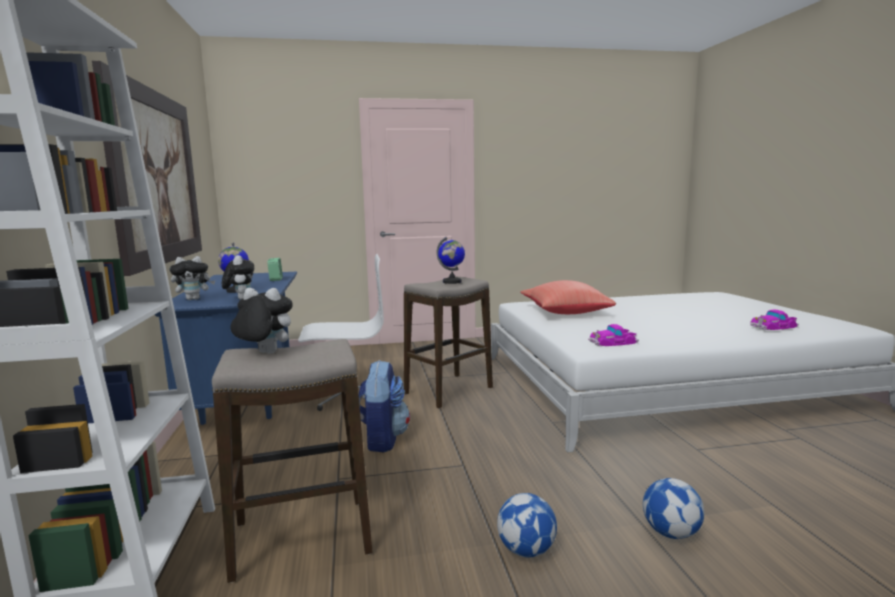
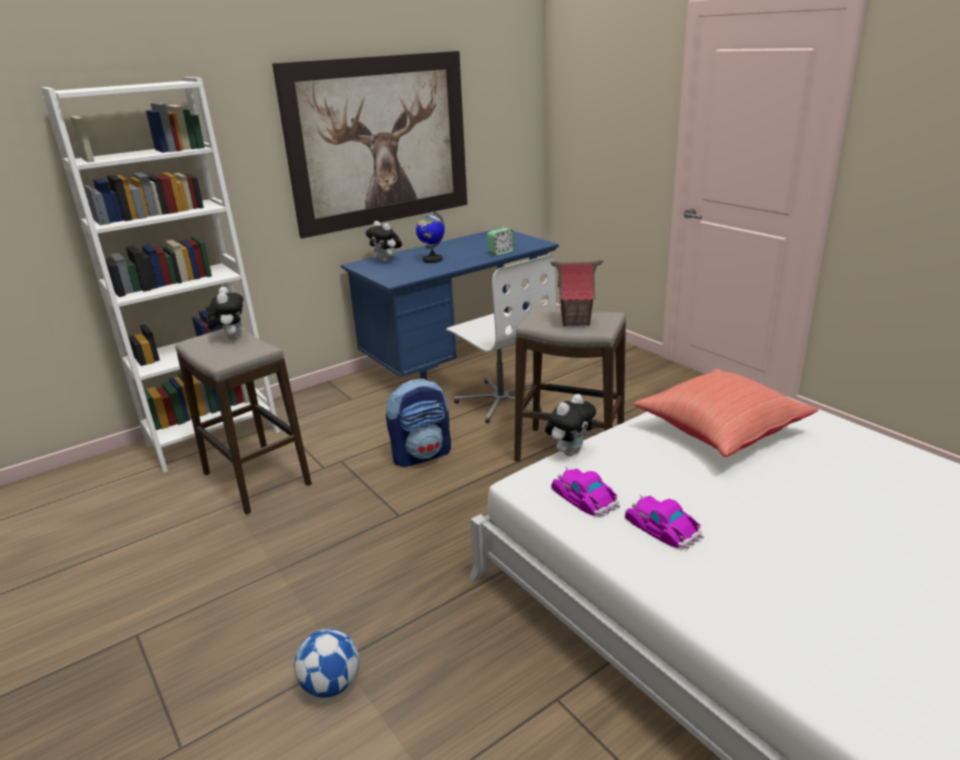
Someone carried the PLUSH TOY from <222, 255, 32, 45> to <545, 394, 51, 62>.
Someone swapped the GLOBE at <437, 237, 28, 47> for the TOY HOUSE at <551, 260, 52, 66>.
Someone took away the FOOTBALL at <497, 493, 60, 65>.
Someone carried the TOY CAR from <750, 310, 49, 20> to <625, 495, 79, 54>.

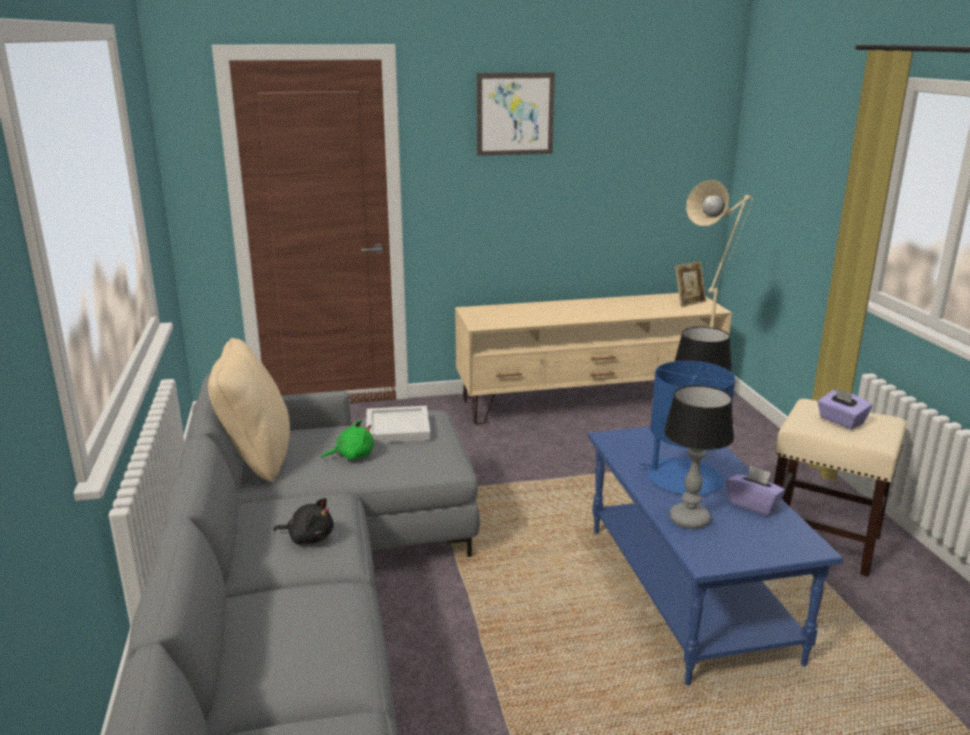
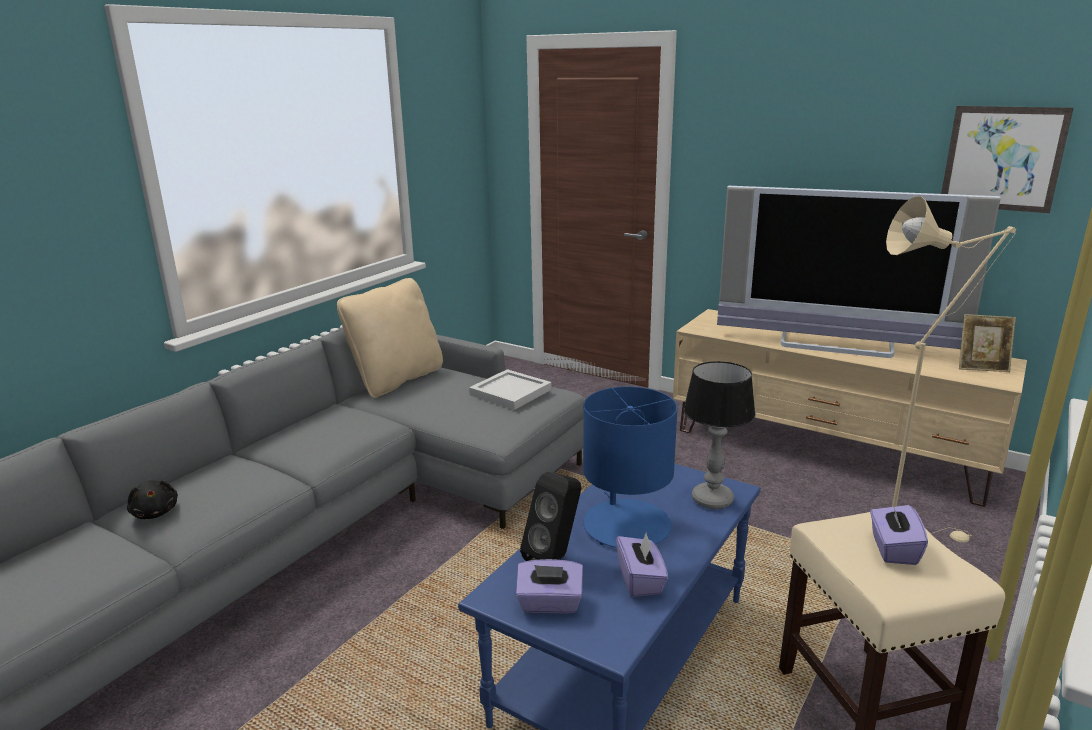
Someone carried the BLACK PLUSH TOY from <273, 498, 61, 46> to <127, 480, 51, 39>.
Someone took away the GREEN PLUSH TOY at <321, 420, 53, 40>.
Someone carried the PICTURE from <477, 73, 78, 83> to <941, 106, 133, 107>.
Someone swapped the TABLE LAMP at <664, 385, 70, 144> for the BLACK SPEAKER at <520, 472, 61, 89>.
Someone put down the PURPLE TISSUE BOX at <516, 559, 67, 55>.
Someone put down the TELEVISION at <717, 186, 284, 172>.

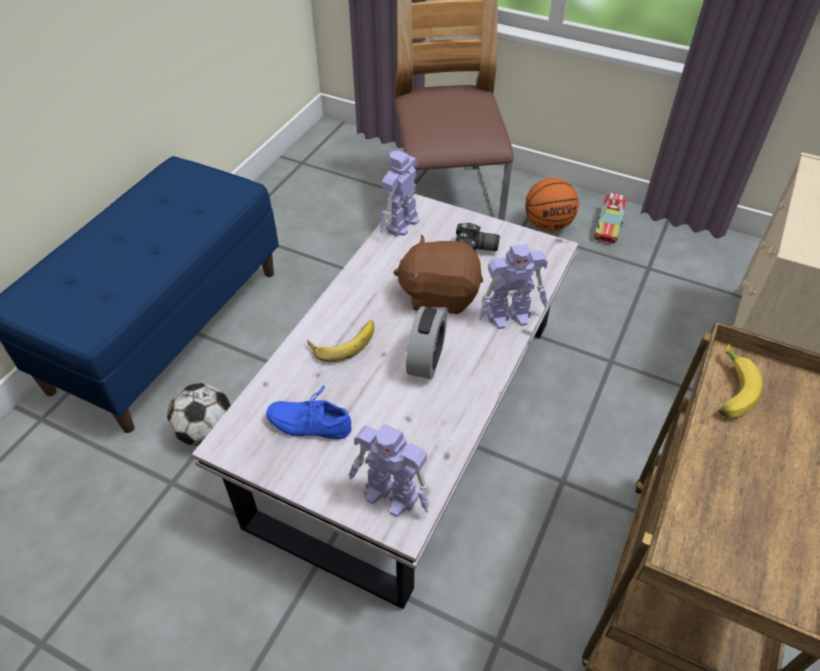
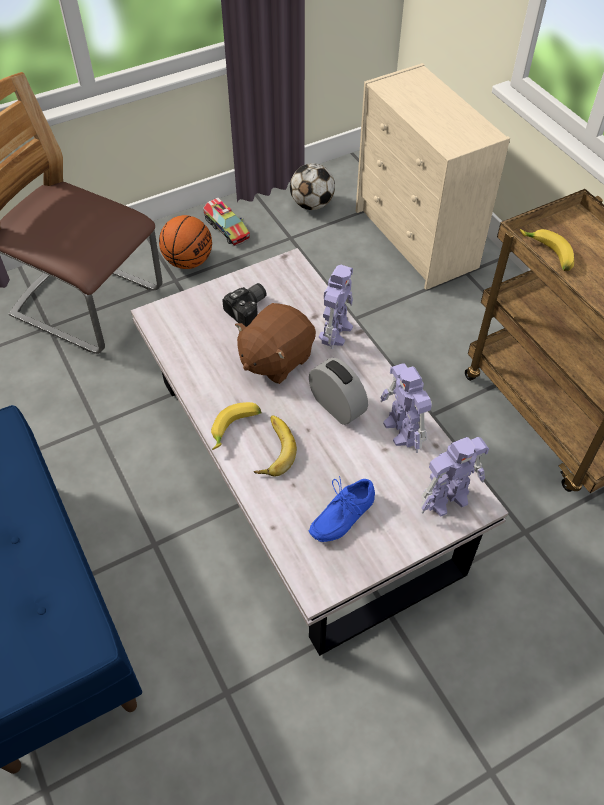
Someone carried the FOOTBALL from <167, 383, 64, 63> to <290, 163, 45, 47>.
Someone carried the TOY ROBOT from <380, 151, 39, 85> to <380, 363, 52, 90>.
Someone put down the BANANA at <211, 402, 51, 48>.

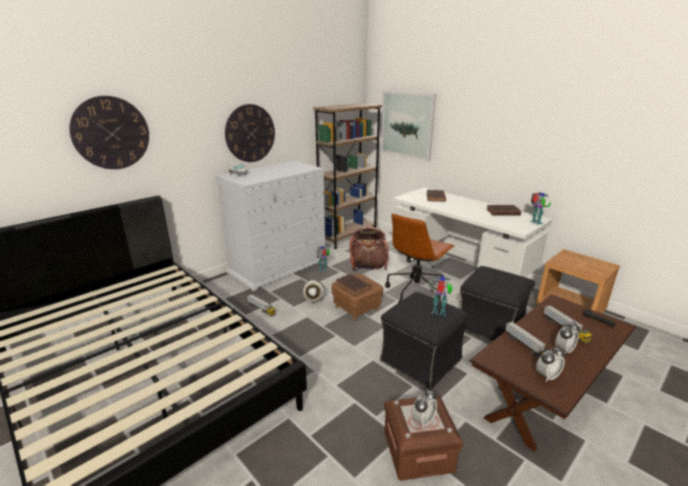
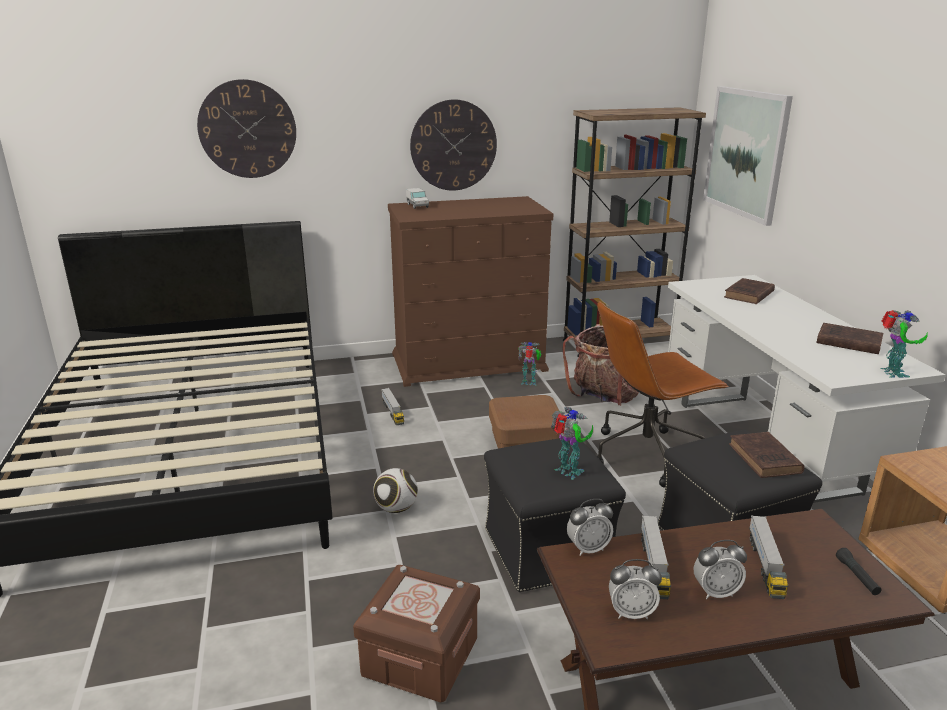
Someone repainted the WHITE DRESSER at <216, 161, 111, 130>, which became the BROWN DRESSER at <388, 196, 165, 191>.
Someone carried the FOOTBALL from <303, 280, 22, 22> to <373, 468, 45, 45>.
Someone carried the BROWN BOOK from <336, 274, 35, 22> to <729, 432, 75, 46>.
Someone carried the ALARM CLOCK from <411, 389, 26, 40> to <567, 499, 46, 57>.

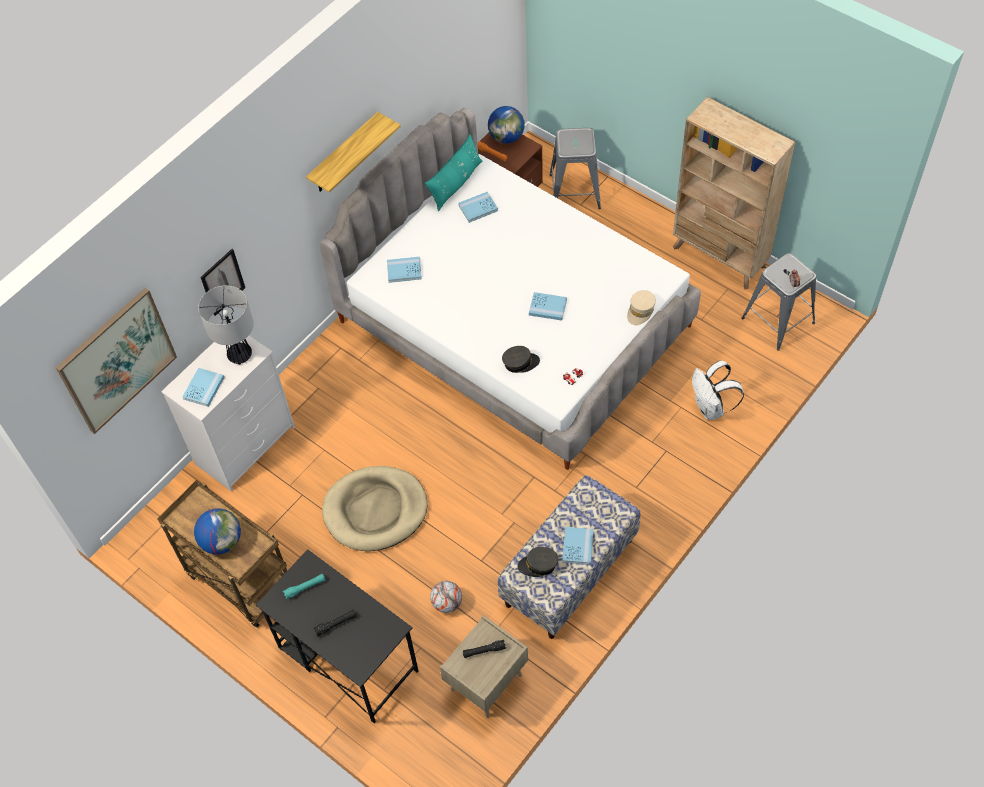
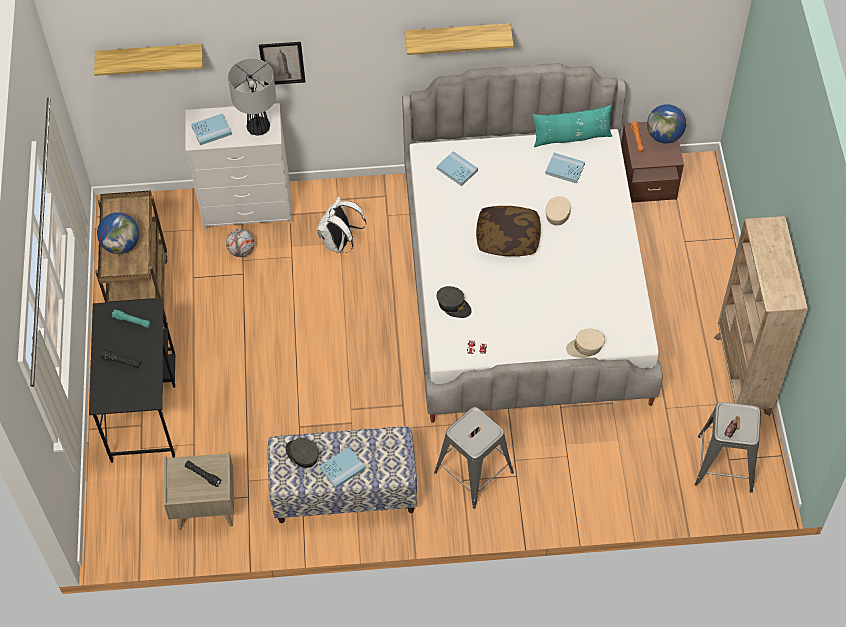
Someone swapped the PICTURE at <56, 288, 121, 146> for the SHELF at <94, 43, 109, 33>.
Someone took away the BEIGE DOG BED at <322, 466, 105, 85>.
Someone carried the FOOTBALL from <430, 581, 32, 32> to <226, 229, 29, 28>.
Someone took away the BLUE BOOK at <529, 292, 38, 29>.
Someone carried the GREY STOOL from <549, 128, 52, 81> to <434, 407, 80, 101>.
Someone carried the WHITE BACKPACK from <692, 360, 52, 60> to <317, 196, 49, 57>.
Someone put down the PILLOW at <476, 206, 65, 50>.
Someone put down the BEIGE CAP at <546, 196, 25, 30>.

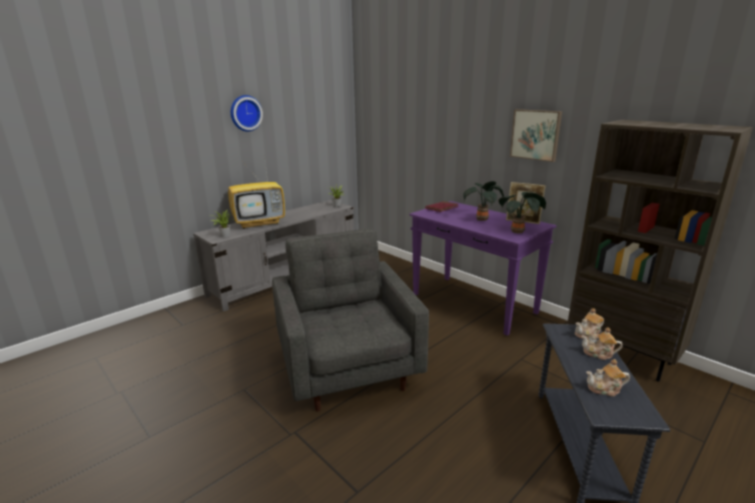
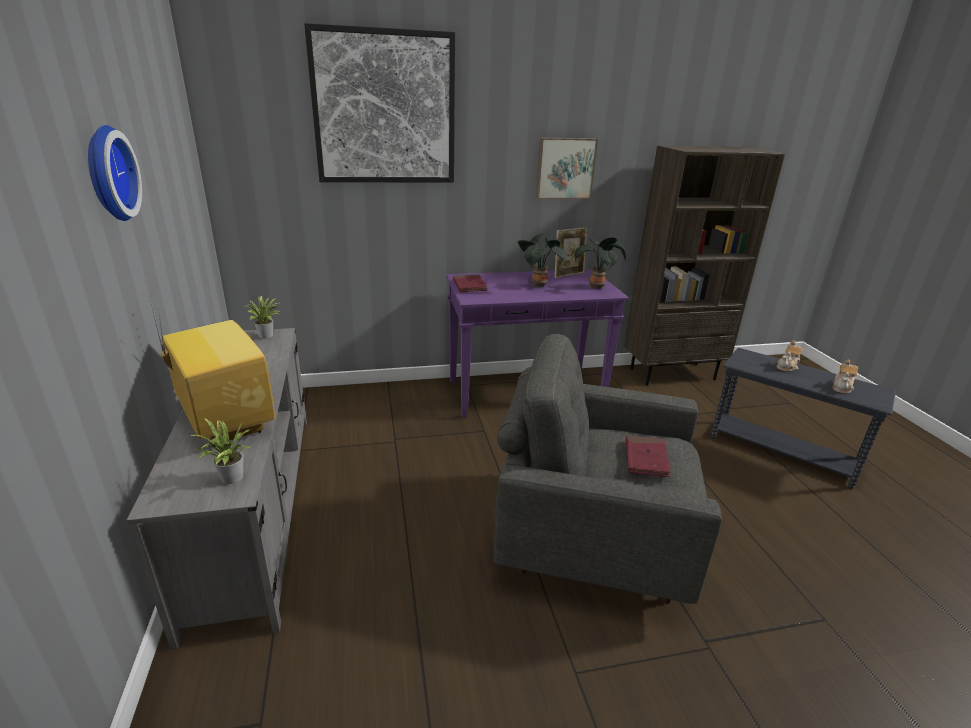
Someone rotated the TELEVISION at <228, 154, 57, 75> by 45 degrees counterclockwise.
Someone took away the TEAPOT at <575, 308, 29, 31>.
Someone put up the PICTURE at <304, 23, 151, 160>.
Someone put down the RED BOOK at <626, 435, 45, 42>.

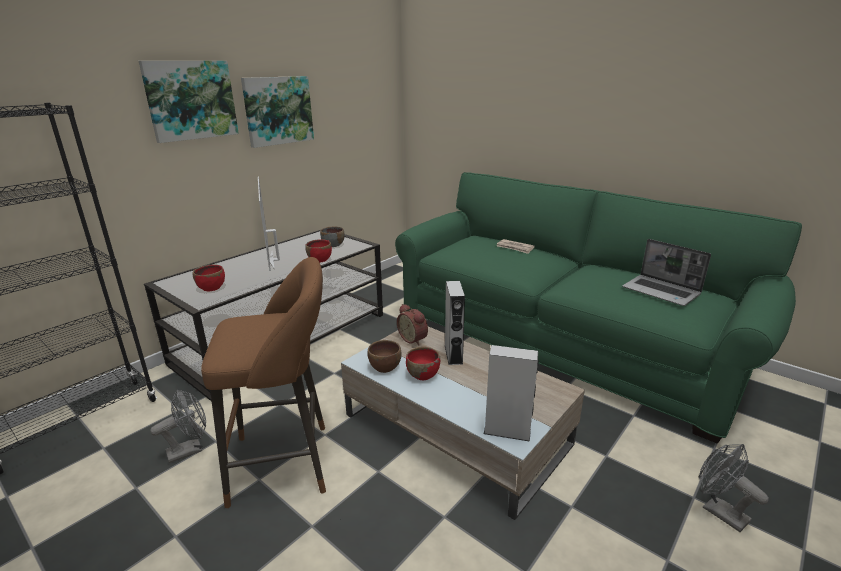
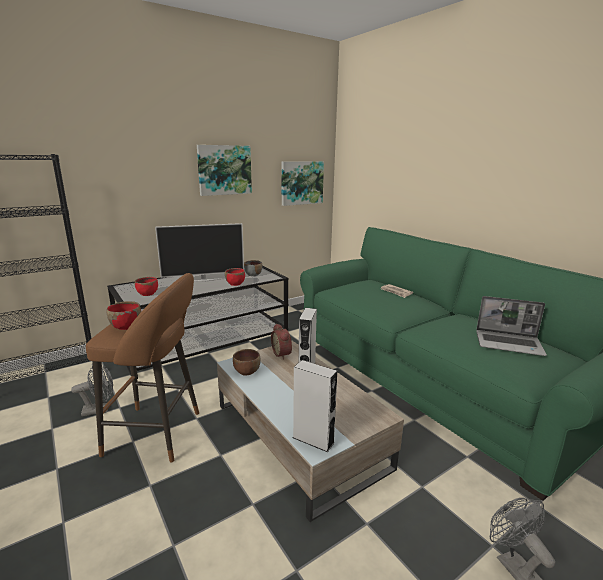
Someone carried the PICTURE from <139, 61, 100, 82> to <282, 161, 42, 45>.
Someone rotated the TELEVISION at <258, 177, 22, 94> by 105 degrees counterclockwise.
Someone carried the RED BOWL from <406, 347, 34, 33> to <106, 301, 35, 29>.
Someone rotated the LAPTOP at <622, 239, 89, 67> by 45 degrees counterclockwise.

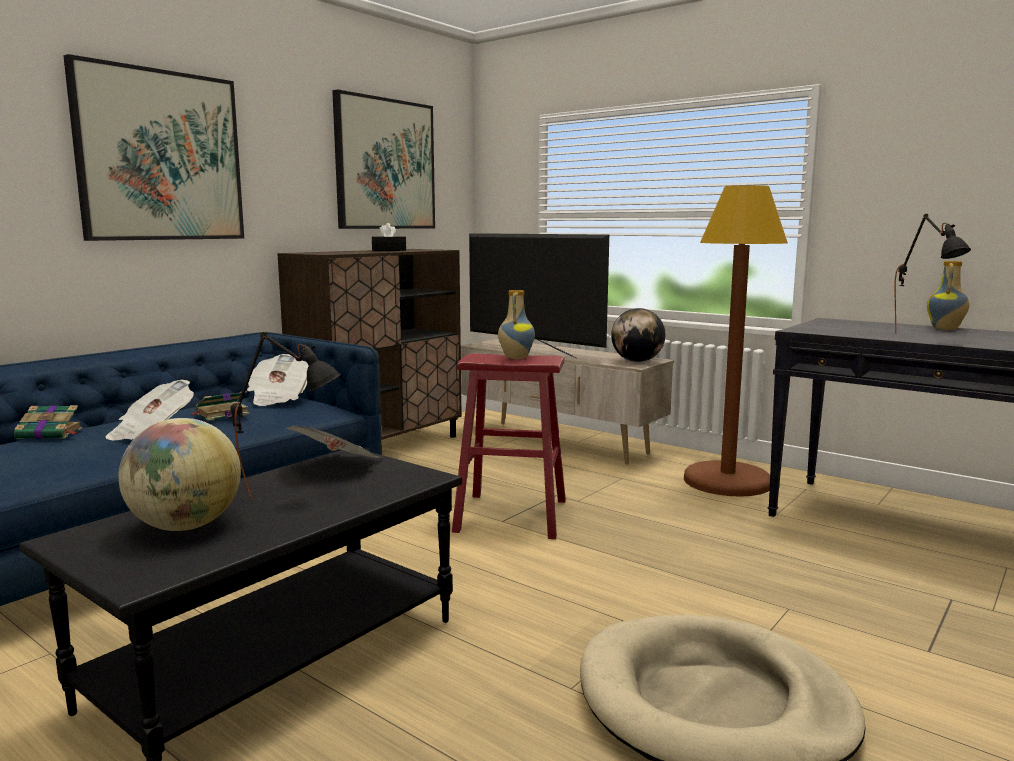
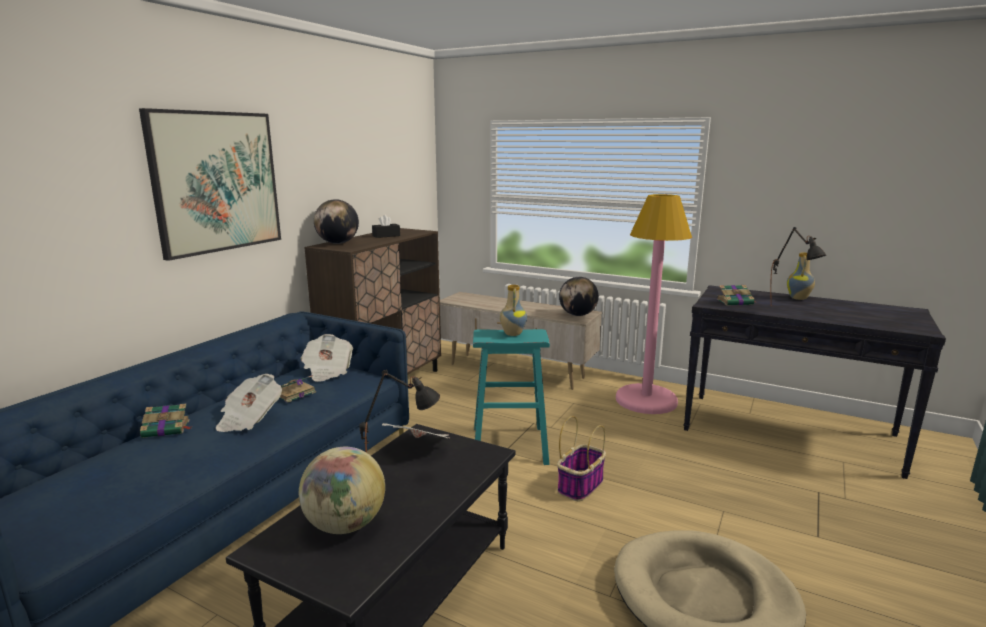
Someone took away the PICTURE at <332, 89, 103, 140>.
Someone repainted the RED STOOL at <452, 353, 114, 186>, which became the TURQUOISE STOOL at <473, 329, 77, 136>.
Someone took away the TELEVISION at <469, 233, 140, 125>.
Someone repainted the BROWN FLOOR LAMP at <684, 185, 104, 312>, which became the PINK FLOOR LAMP at <616, 194, 76, 220>.
Someone put down the GLOBE at <314, 199, 45, 45>.
Someone put down the BASKET at <557, 416, 49, 85>.
Someone put down the BOOK at <717, 285, 38, 20>.

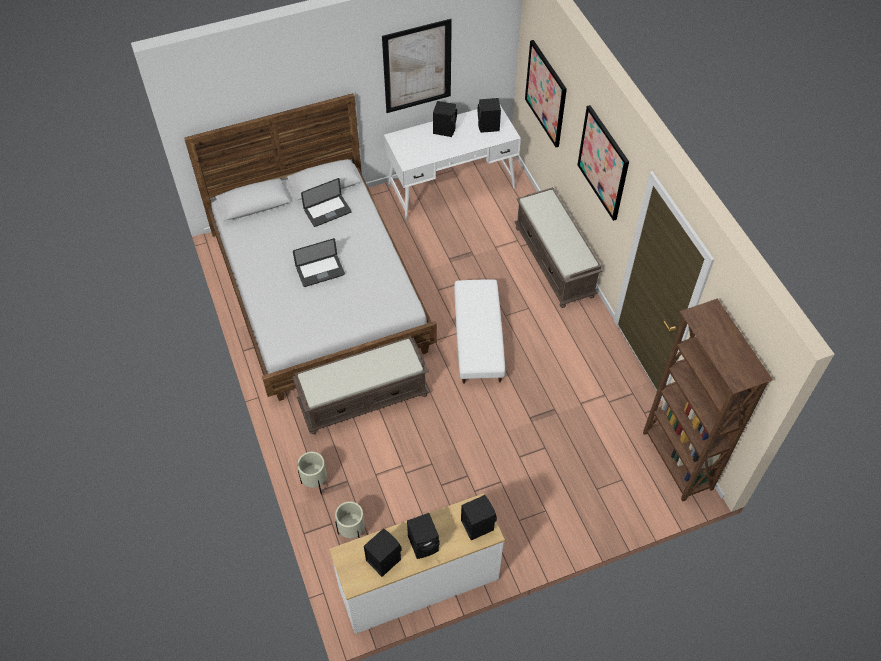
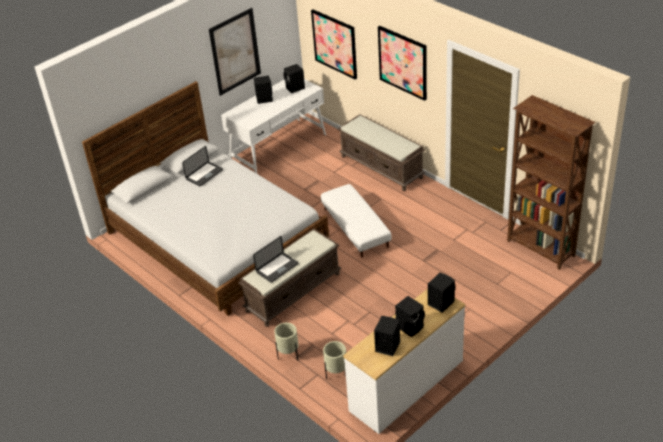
Someone carried the LAPTOP from <293, 238, 52, 49> to <253, 236, 45, 47>.

